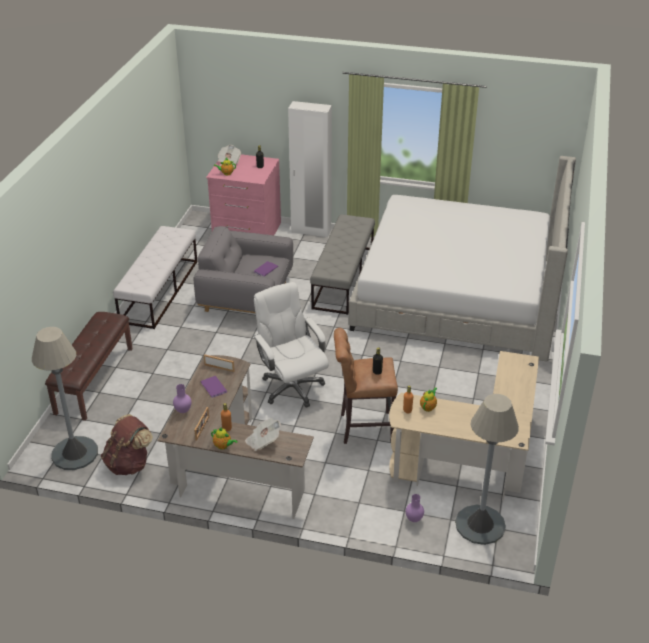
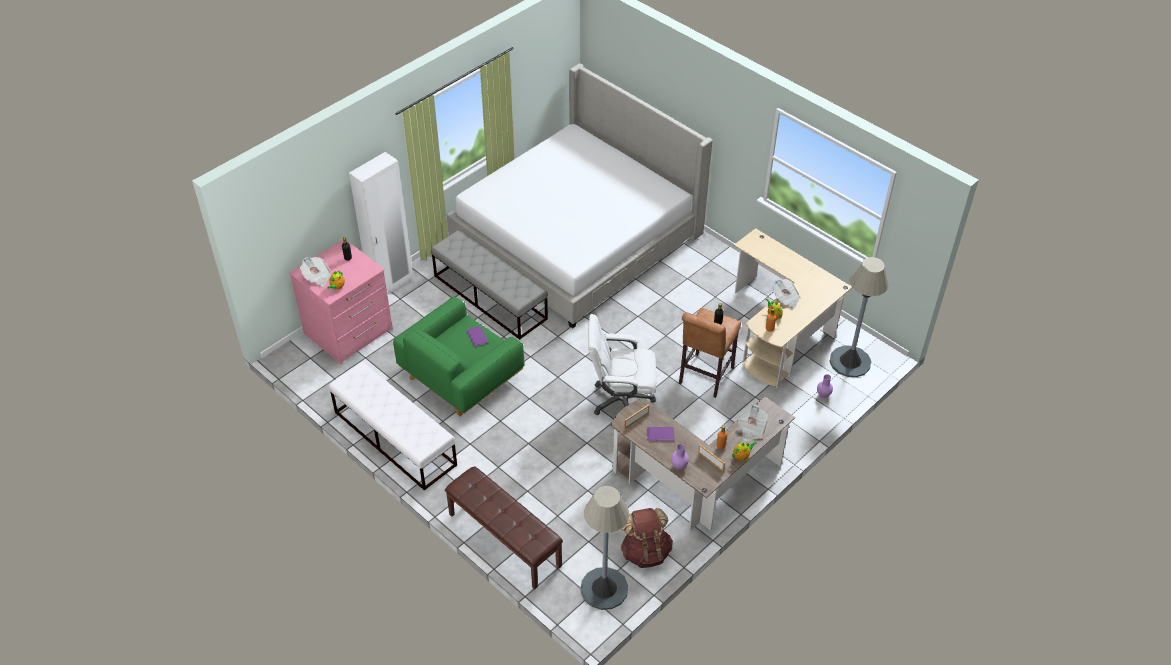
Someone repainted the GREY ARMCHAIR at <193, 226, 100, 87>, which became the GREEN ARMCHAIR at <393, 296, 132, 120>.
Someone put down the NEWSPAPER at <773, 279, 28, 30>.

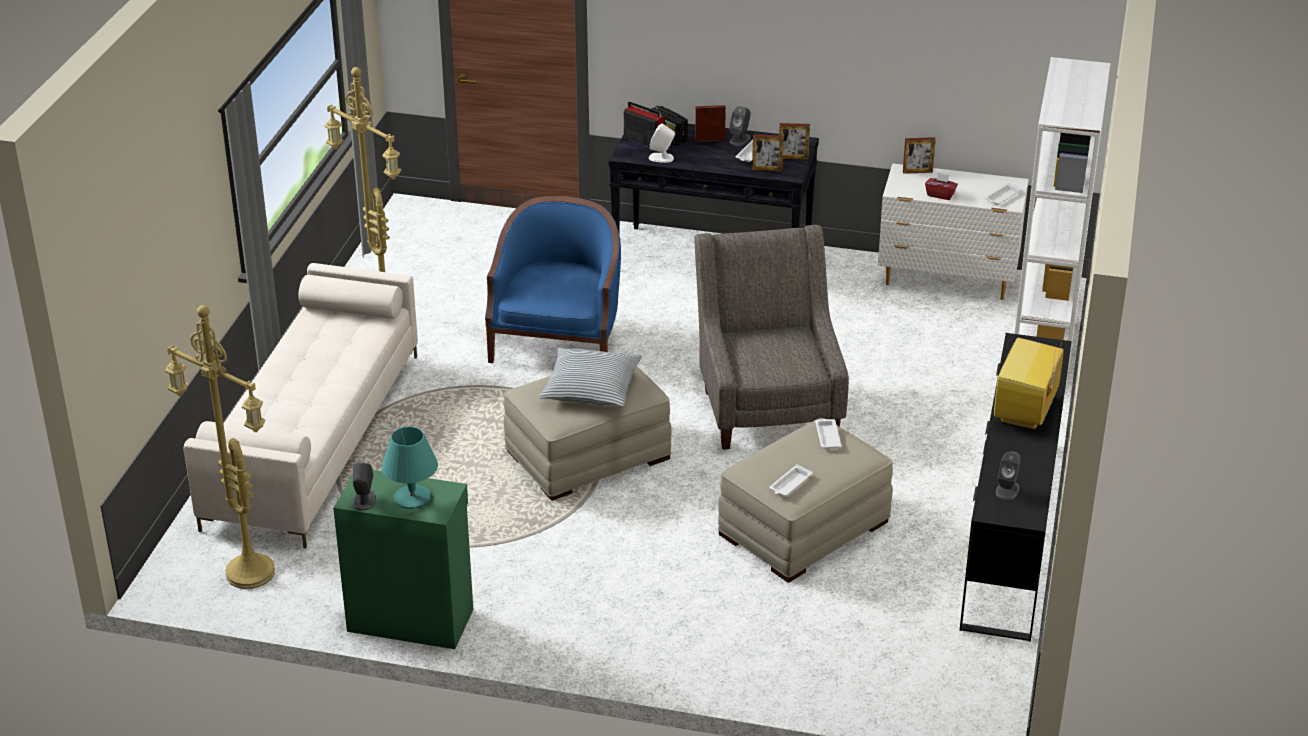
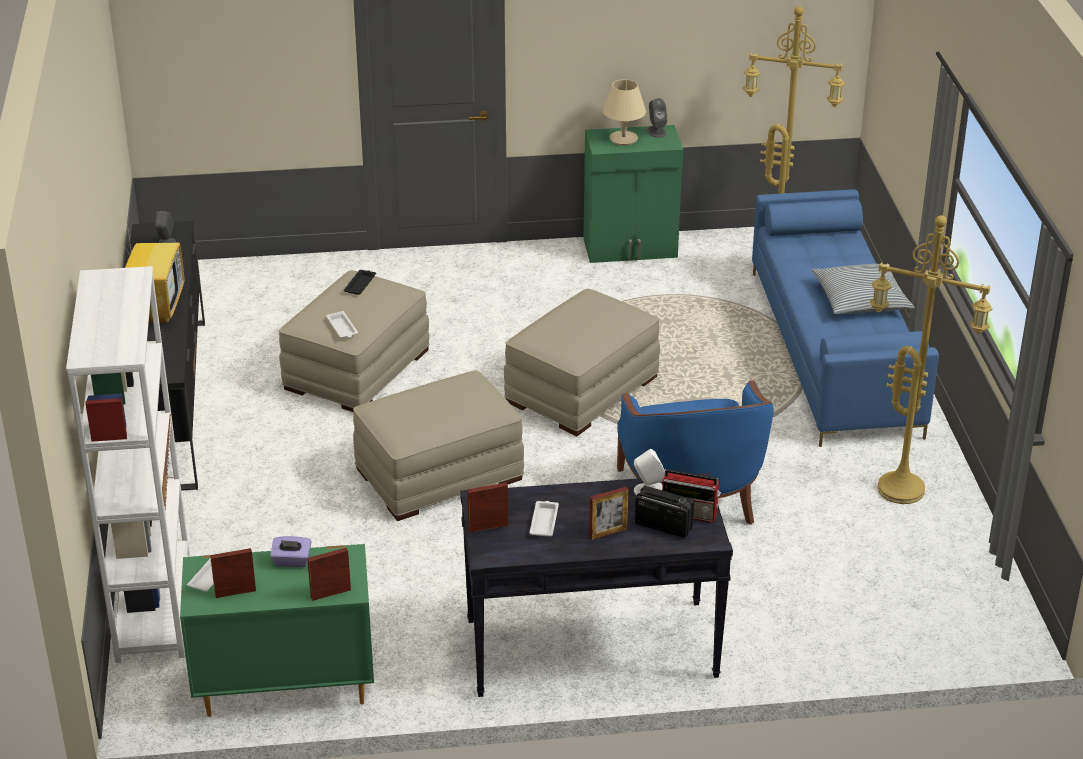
Someone repainted the BEIGE SOFA at <184, 263, 234, 286>, which became the BLUE SOFA at <752, 189, 187, 258>.
Someone repainted the TURQUOISE TABLE LAMP at <382, 427, 56, 82>, which became the BEIGE TABLE LAMP at <603, 79, 43, 67>.
Someone carried the PILLOW from <539, 348, 103, 59> to <812, 264, 103, 50>.
Someone swapped the GREY ARMCHAIR at <694, 225, 155, 224> for the BEIGE OTTOMAN at <353, 371, 171, 150>.
Someone took away the GREY SPEAKER at <729, 106, 22, 40>.
Someone carried the PICTURE FRAME from <752, 134, 32, 37> to <210, 548, 46, 50>.
Someone repainted the WHITE TRAY at <769, 465, 44, 31>, which became the BLACK TRAY at <344, 270, 32, 25>.
Someone repainted the WHITE DRESSER at <878, 163, 151, 137>, which became the GREEN DRESSER at <180, 544, 194, 173>.
Someone repainted the RED TISSUE BOX at <925, 172, 33, 28>, which became the PURPLE TISSUE BOX at <270, 536, 42, 31>.

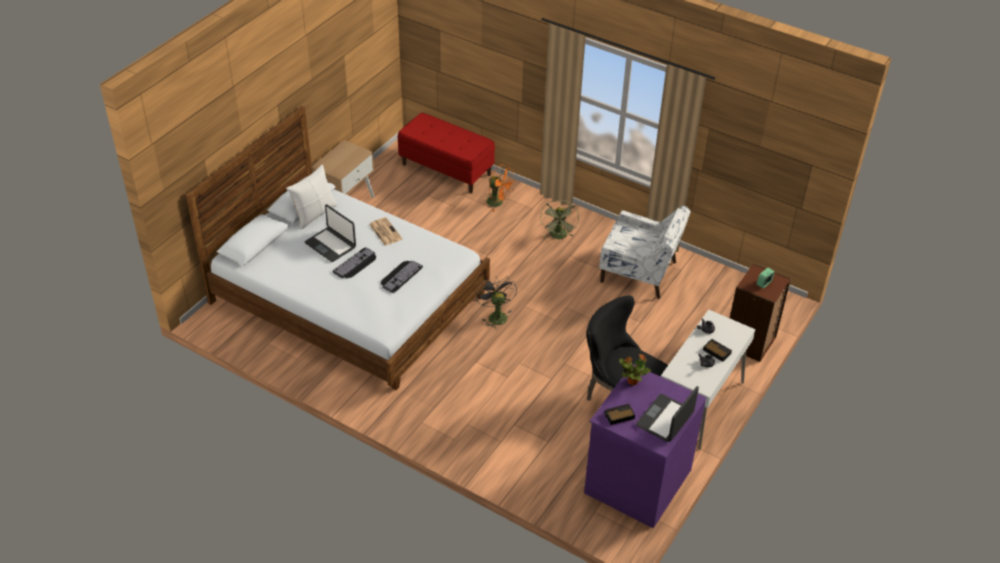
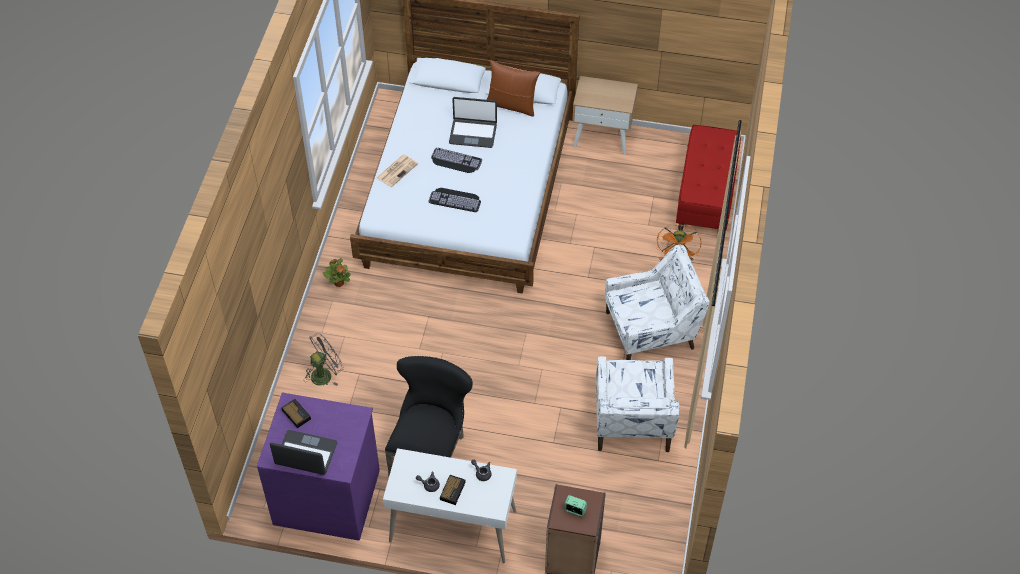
Someone repainted the WHITE PILLOW at <286, 164, 51, 65>, which became the BROWN PILLOW at <487, 60, 53, 57>.
Someone rotated the LAPTOP at <305, 204, 51, 58> by 105 degrees counterclockwise.
Someone carried the NEWSPAPER from <369, 217, 33, 29> to <377, 155, 41, 32>.
Someone carried the GREY FAN from <476, 276, 41, 54> to <304, 333, 40, 53>.
Someone swapped the GREEN FAN at <540, 200, 39, 39> for the WHITE ARMCHAIR at <604, 245, 105, 115>.
Someone carried the POTTED PLANT from <619, 354, 32, 31> to <323, 258, 28, 29>.

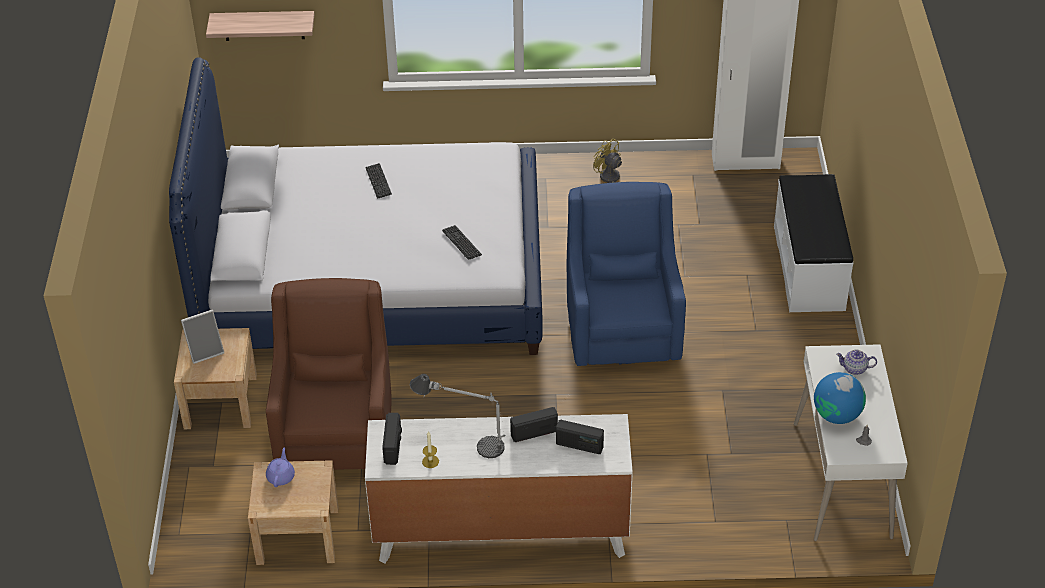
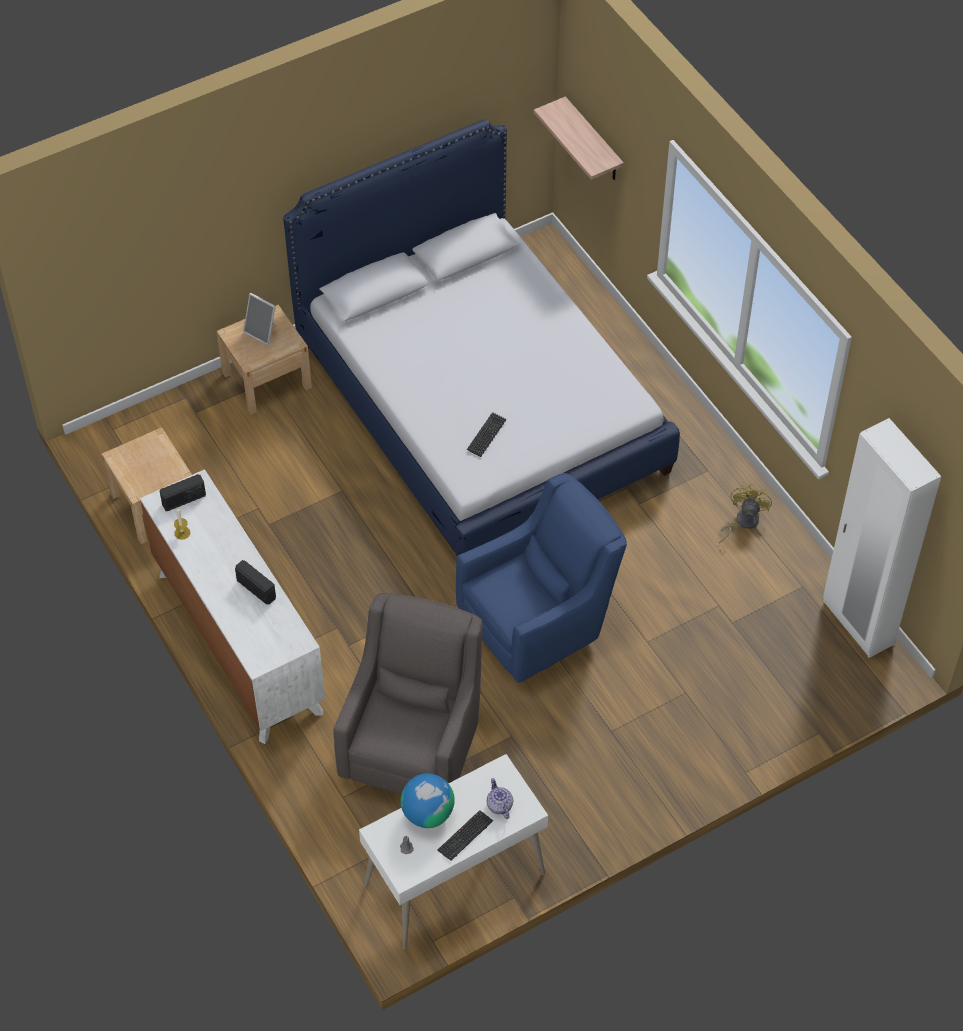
Someone took away the BROWN ARMCHAIR at <266, 278, 126, 192>.
Someone took away the PURPLE TEAPOT at <266, 447, 29, 40>.
Someone carried the KEYBOARD from <365, 163, 27, 36> to <437, 810, 56, 51>.
Someone took away the TABLE LAMP at <410, 374, 96, 84>.
Someone took away the RADIO at <556, 420, 48, 34>.
Someone took away the WHITE BENCH at <774, 174, 79, 138>.
Someone put down the GREY ARMCHAIR at <333, 593, 150, 201>.

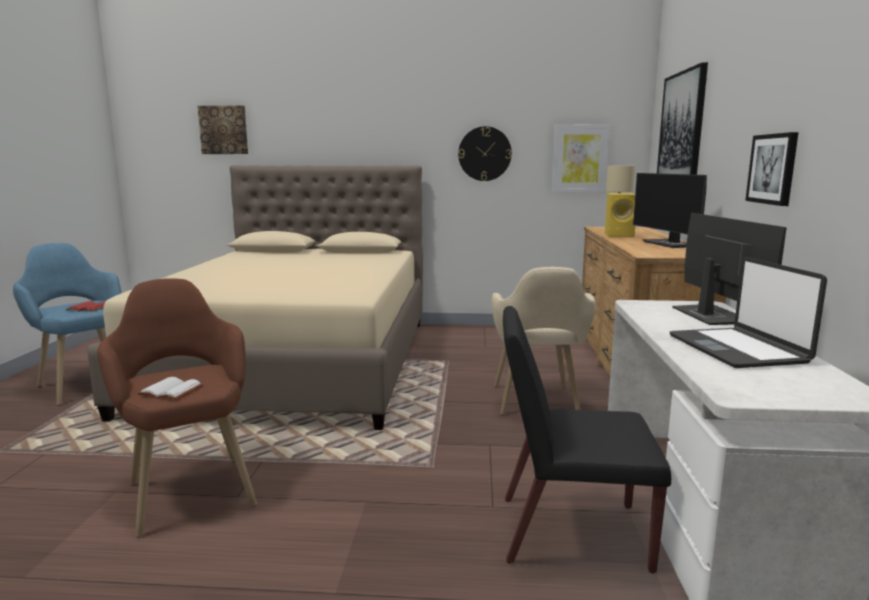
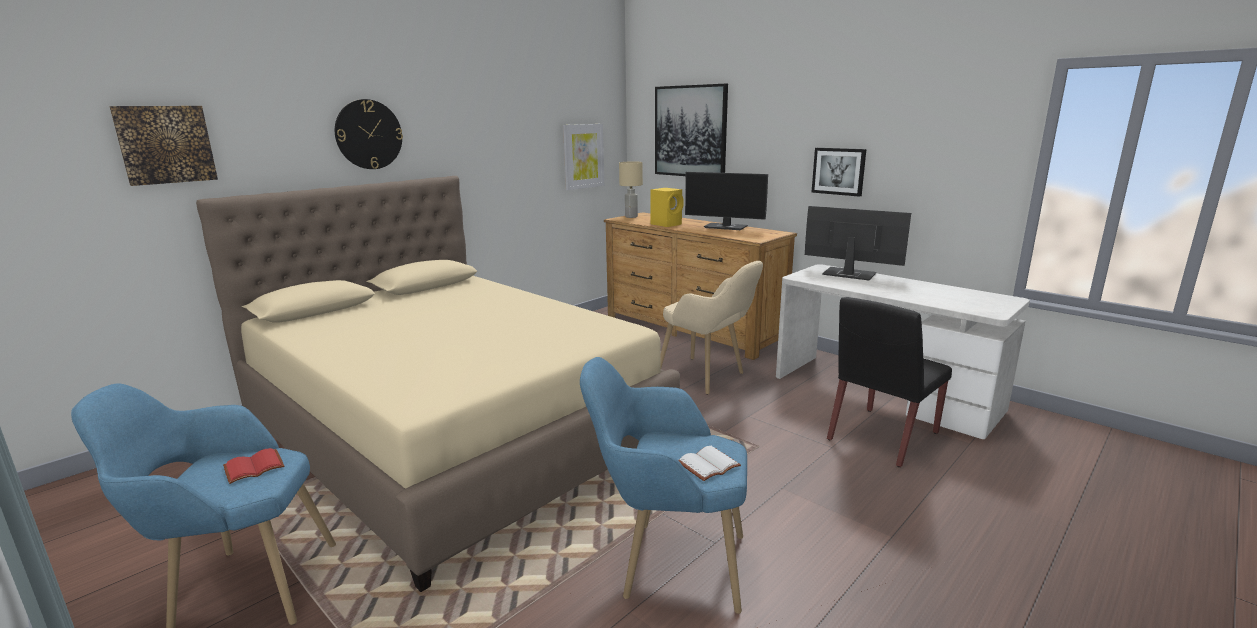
Someone repainted the BROWN ARMCHAIR at <97, 278, 160, 259>, which became the BLUE ARMCHAIR at <580, 357, 167, 257>.
Someone carried the WALL CLOCK from <458, 126, 54, 55> to <335, 99, 68, 70>.
Someone took away the LAPTOP at <670, 257, 157, 111>.

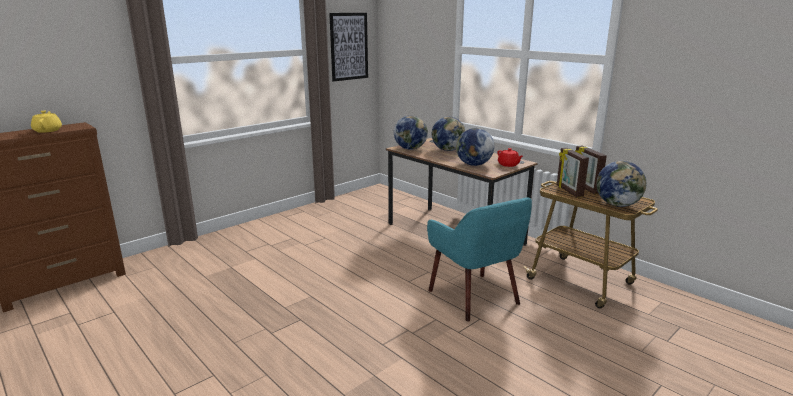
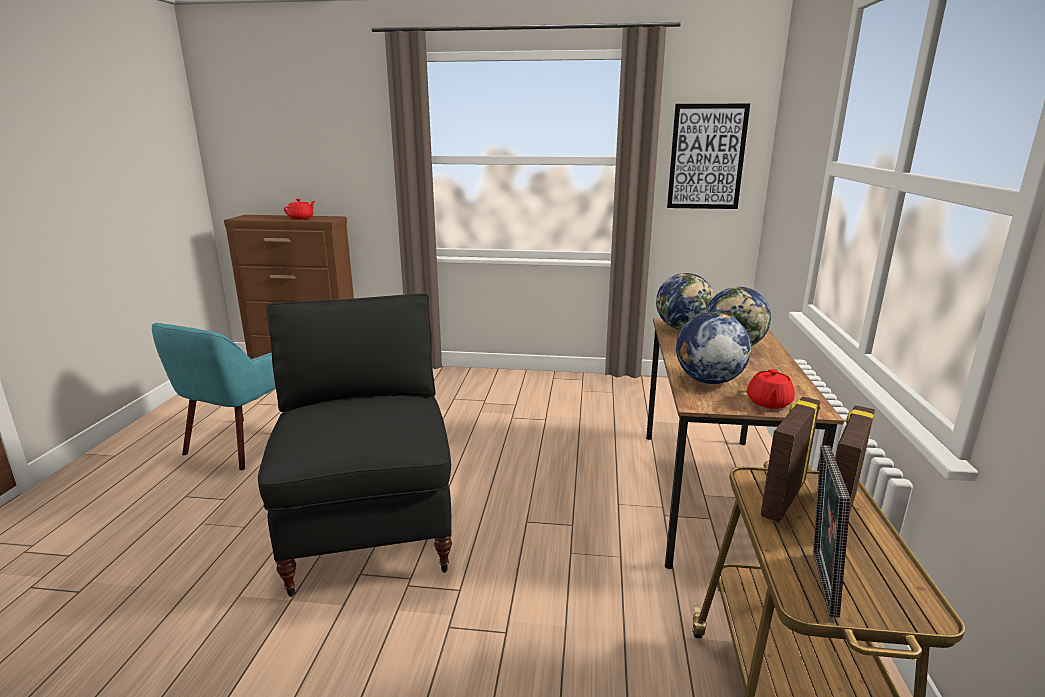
Someone repainted the YELLOW TEAPOT at <31, 111, 31, 22>, which became the RED TEAPOT at <284, 199, 31, 21>.
Someone carried the TURQUOISE ARMCHAIR from <427, 198, 105, 124> to <152, 323, 124, 147>.
Someone swapped the GLOBE at <596, 161, 51, 46> for the PICTURE FRAME at <813, 445, 37, 173>.
Someone put down the BLACK CHAIR at <258, 294, 194, 303>.

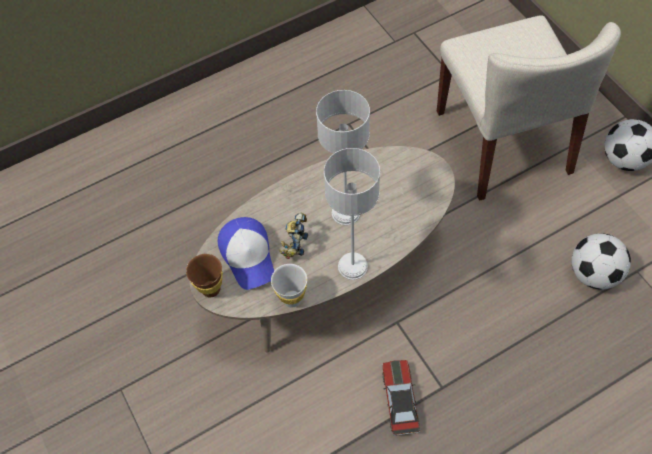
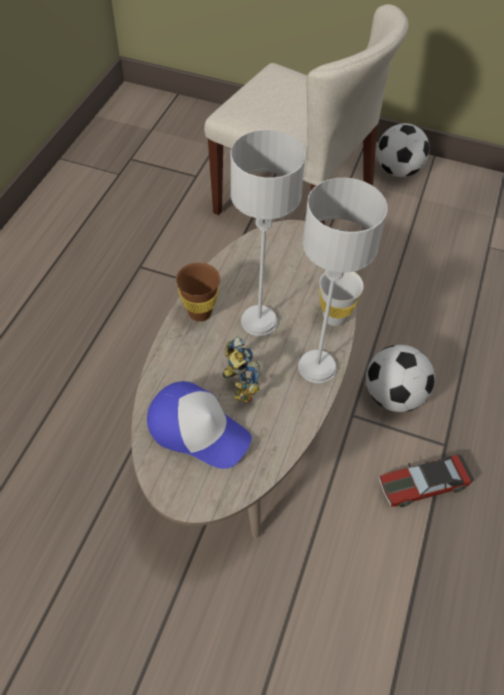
Someone carried the BROWN CUP from <186, 254, 37, 43> to <176, 263, 44, 58>.
Someone carried the WHITE CUP from <271, 264, 36, 43> to <319, 272, 45, 54>.
Someone rotated the TOY CAR at <383, 360, 37, 76> by 60 degrees counterclockwise.
Someone carried the FOOTBALL from <572, 233, 59, 57> to <366, 345, 69, 67>.

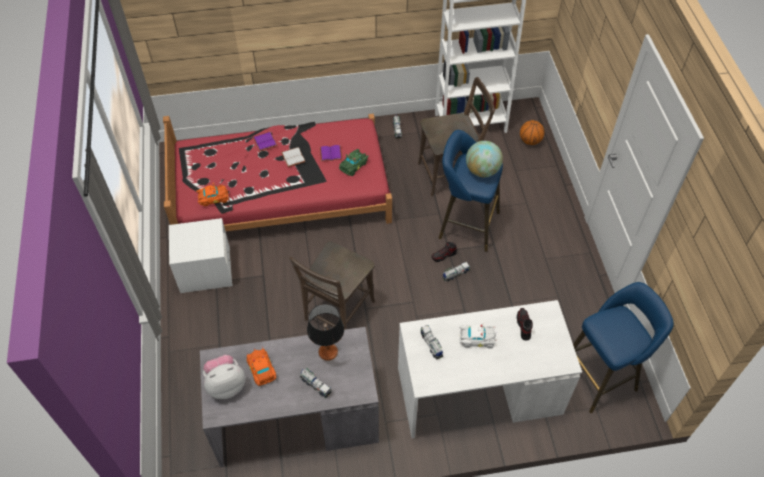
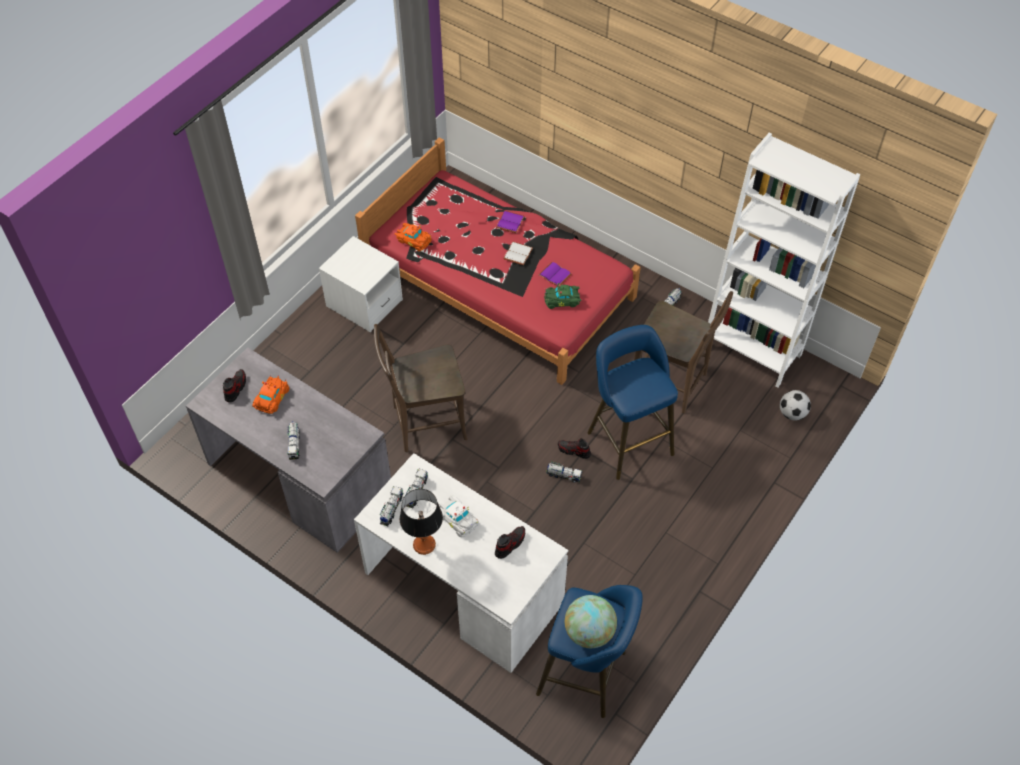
Someone swapped the PLUSH TOY at <203, 355, 42, 44> for the SHOE at <223, 369, 23, 34>.
Someone carried the TABLE LAMP from <307, 304, 37, 57> to <400, 489, 43, 66>.
Someone carried the GLOBE from <466, 141, 37, 36> to <565, 595, 52, 53>.
Someone swapped the BASKETBALL at <520, 120, 25, 25> for the FOOTBALL at <780, 390, 31, 30>.
Someone put down the TOY TRUCK at <380, 486, 23, 40>.

